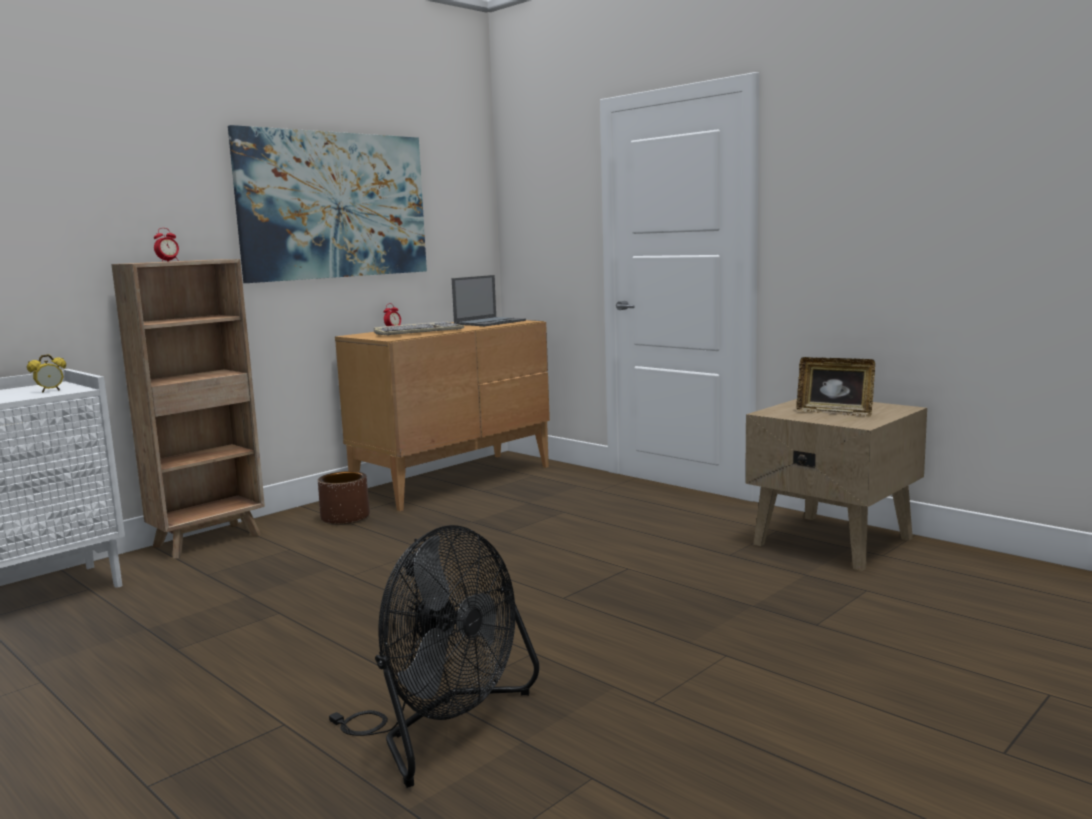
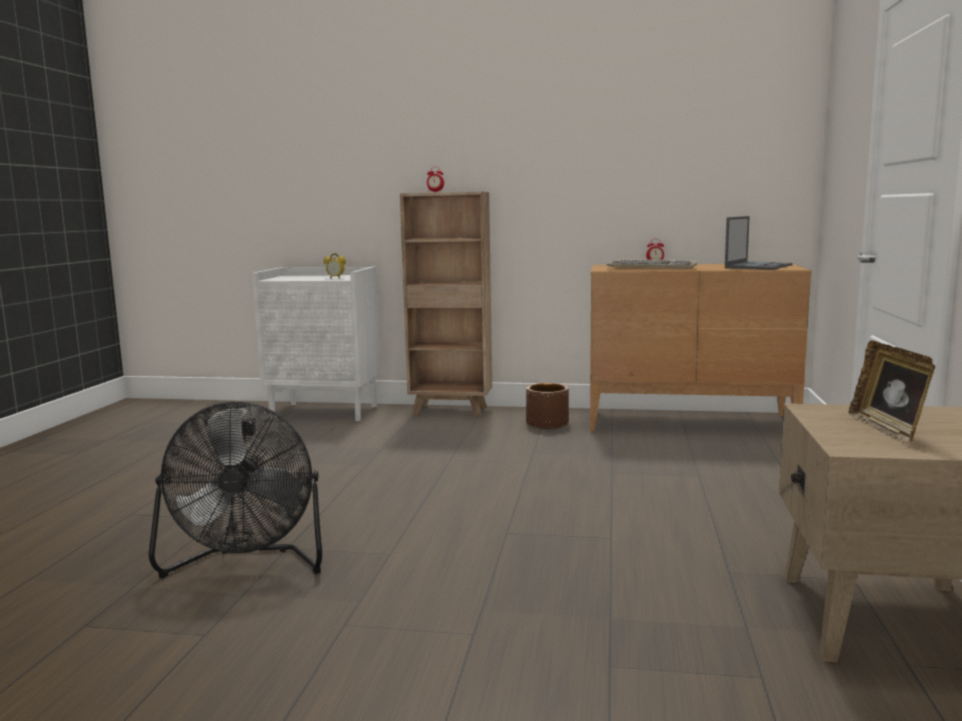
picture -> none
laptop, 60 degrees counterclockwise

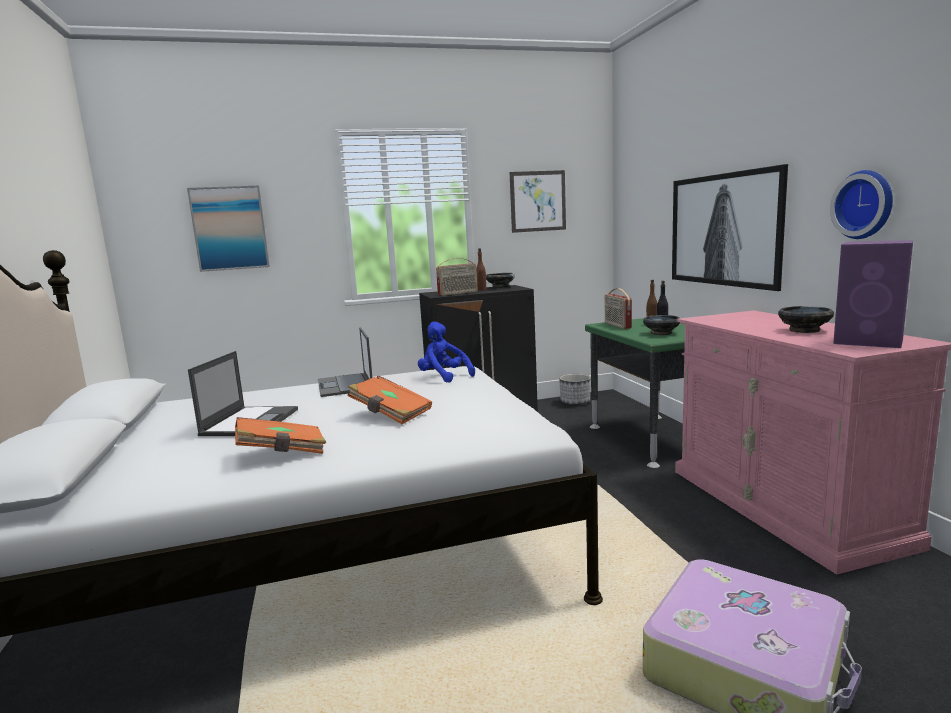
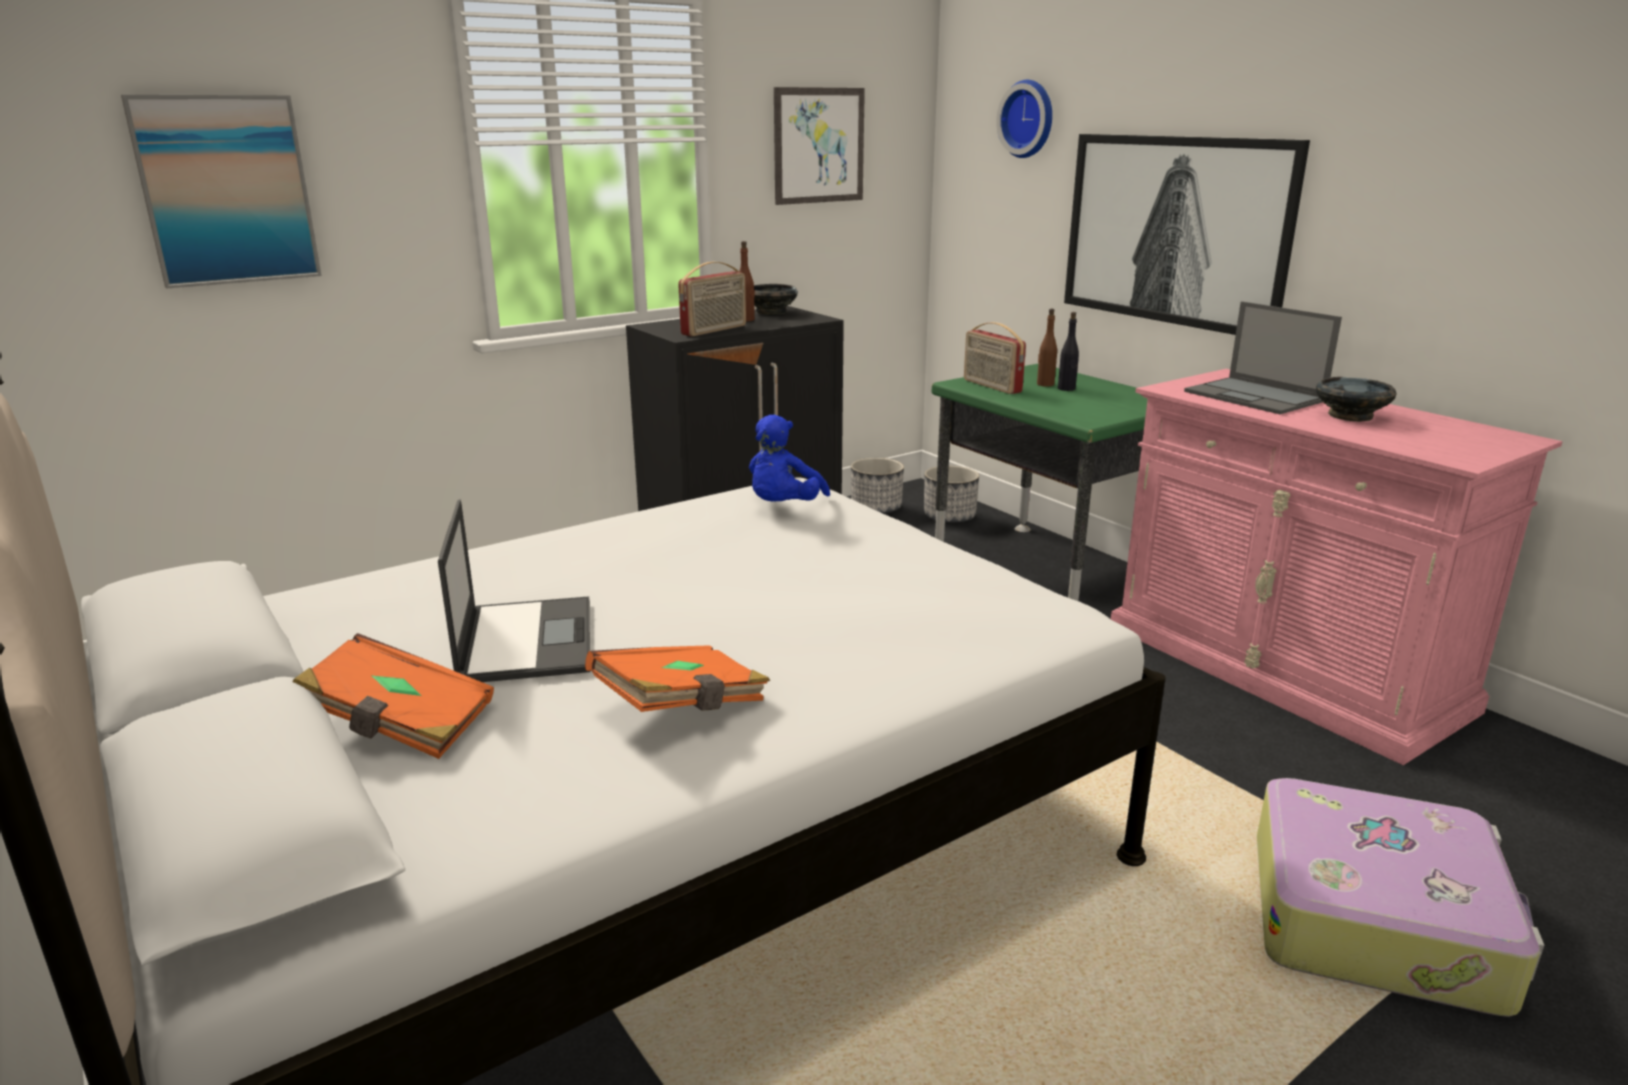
black bowl (2nd from left) -> none
purple speaker -> none
none -> planter (2nd from left)
laptop (2nd from left), moved
orange book (2nd from left in the first image) -> orange book (1st from left), moved
wall clock, moved
blue plush toy, 90 degrees counterclockwise

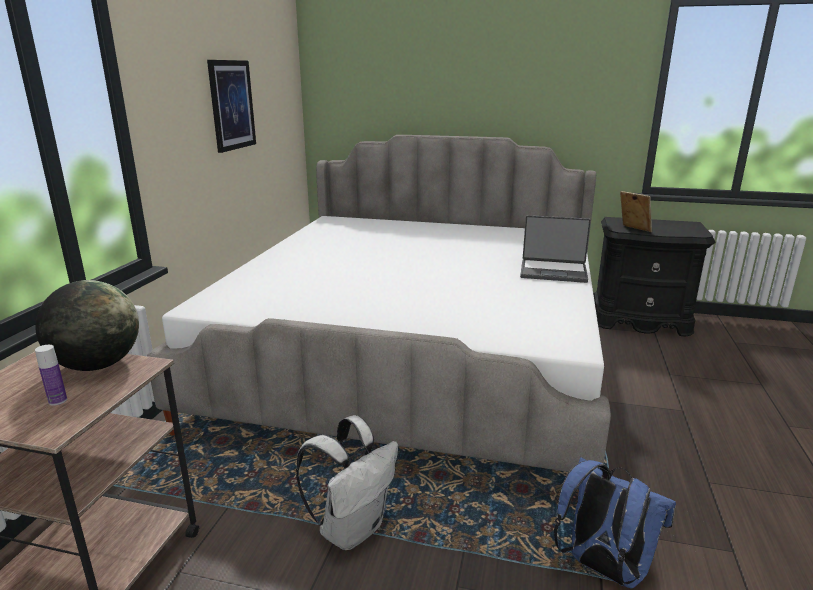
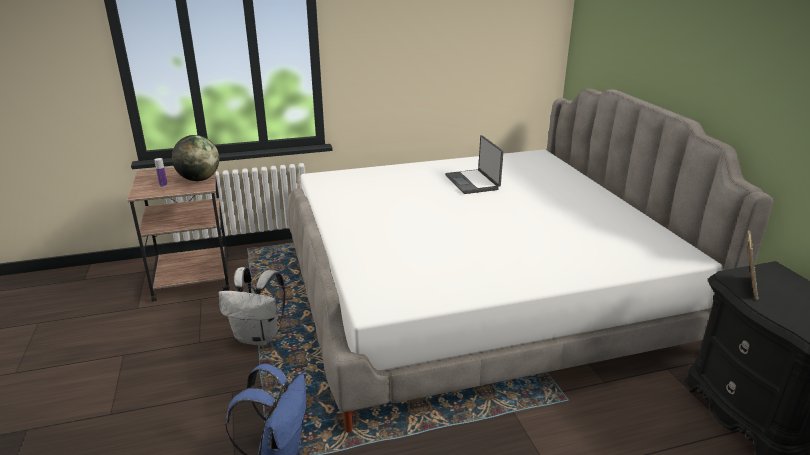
picture -> none
laptop, moved

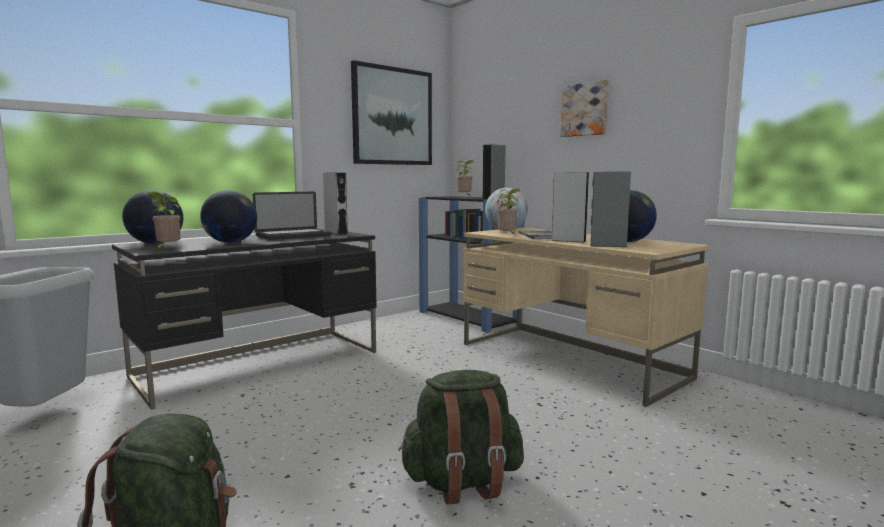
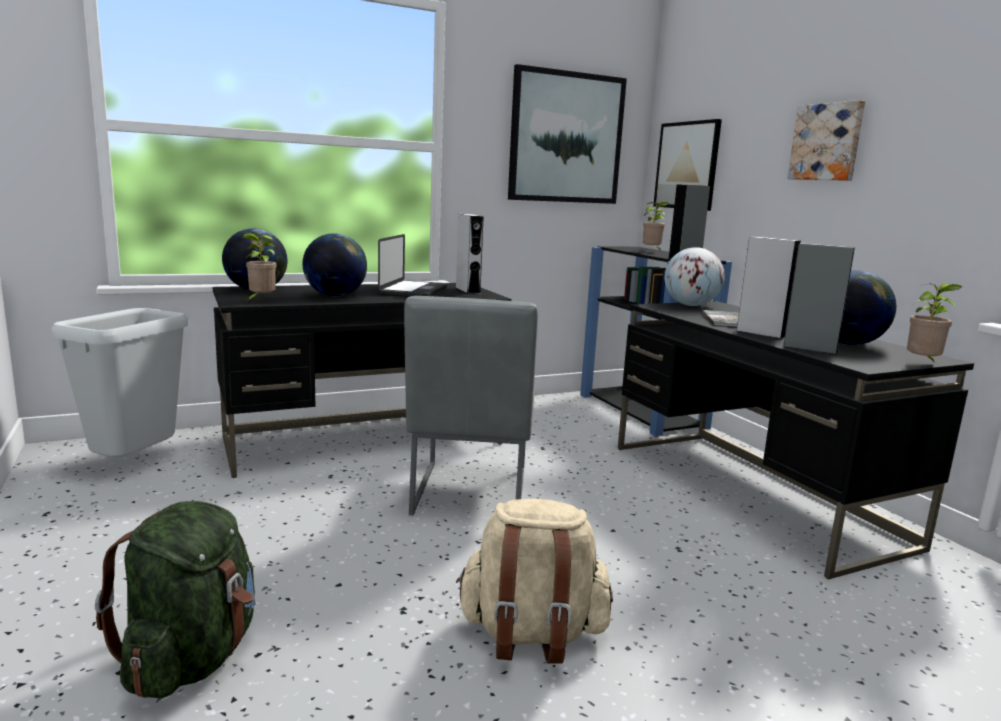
none -> grey chair
none -> picture (2nd from left)
potted plant (3rd from left), moved
green backpack (2nd from left) -> beige backpack
beige desk -> black desk (2nd from left)
laptop, 60 degrees counterclockwise

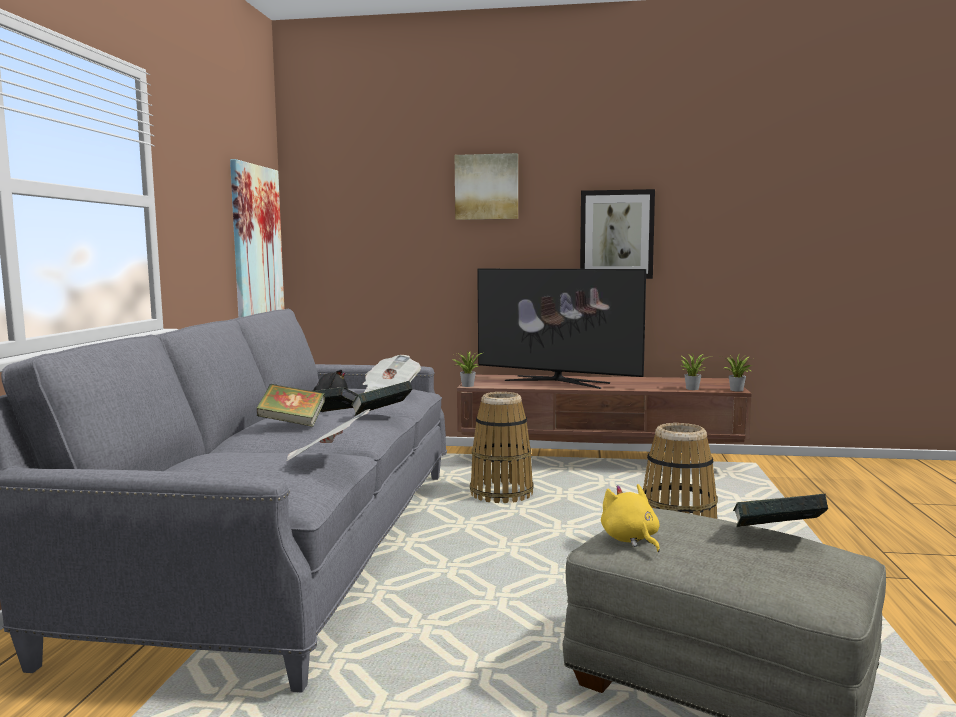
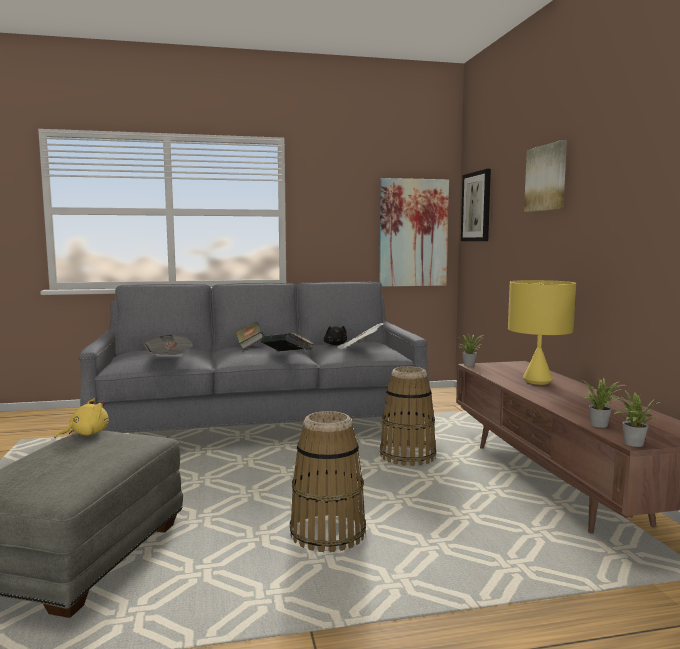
book (4th from left) -> none
picture (3rd from left in the first image) -> picture (2nd from left), moved
television -> yellow table lamp

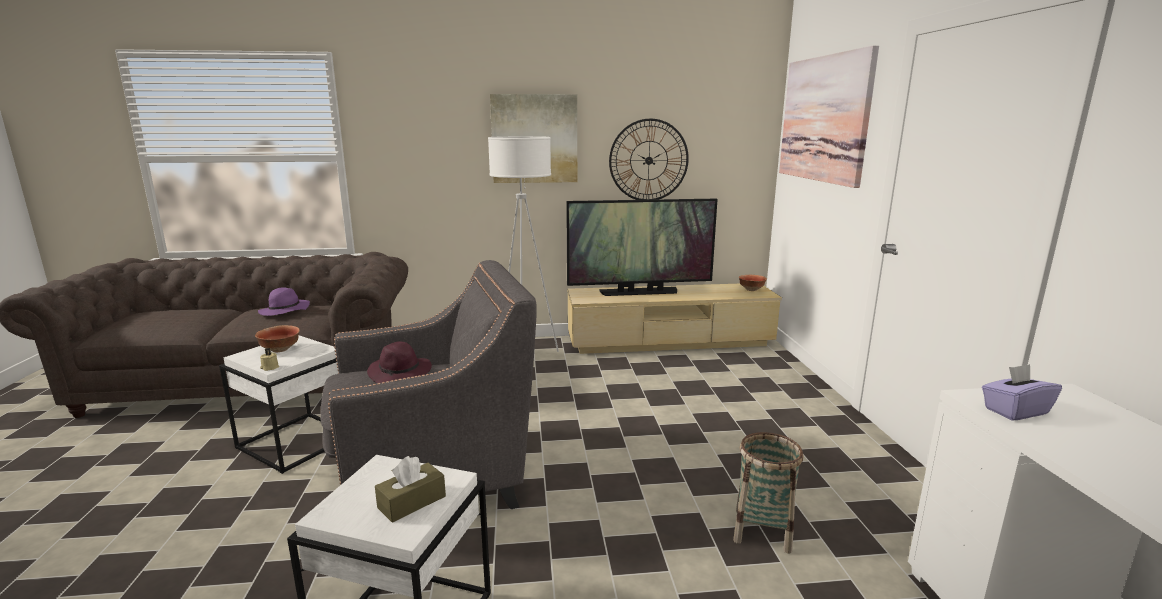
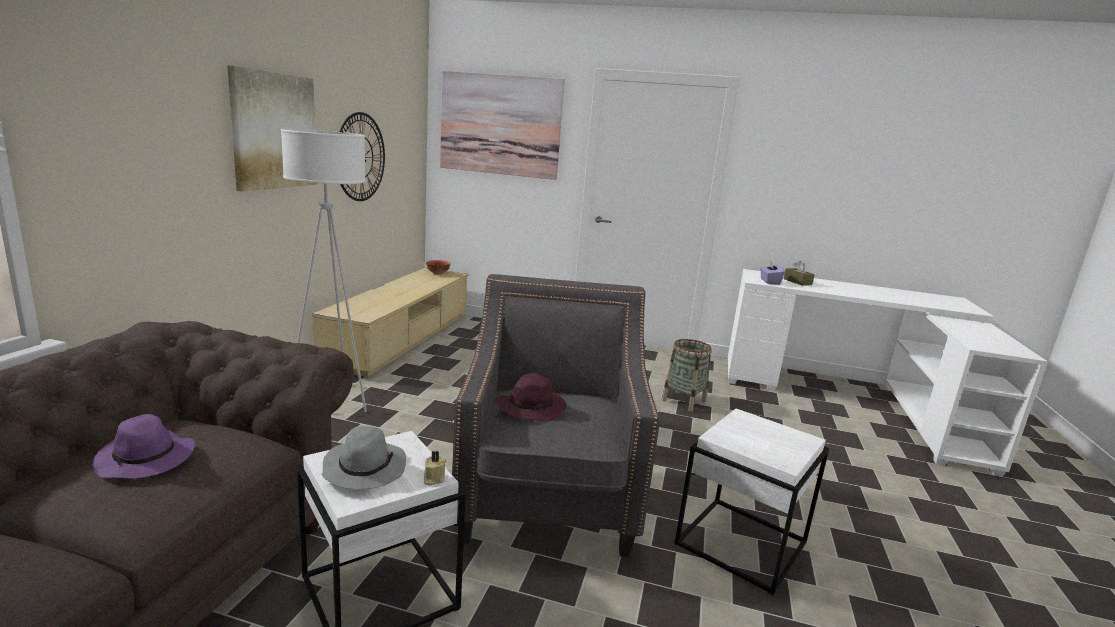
television -> none
brown tissue box, moved
bowl (1st from left) -> grey hat

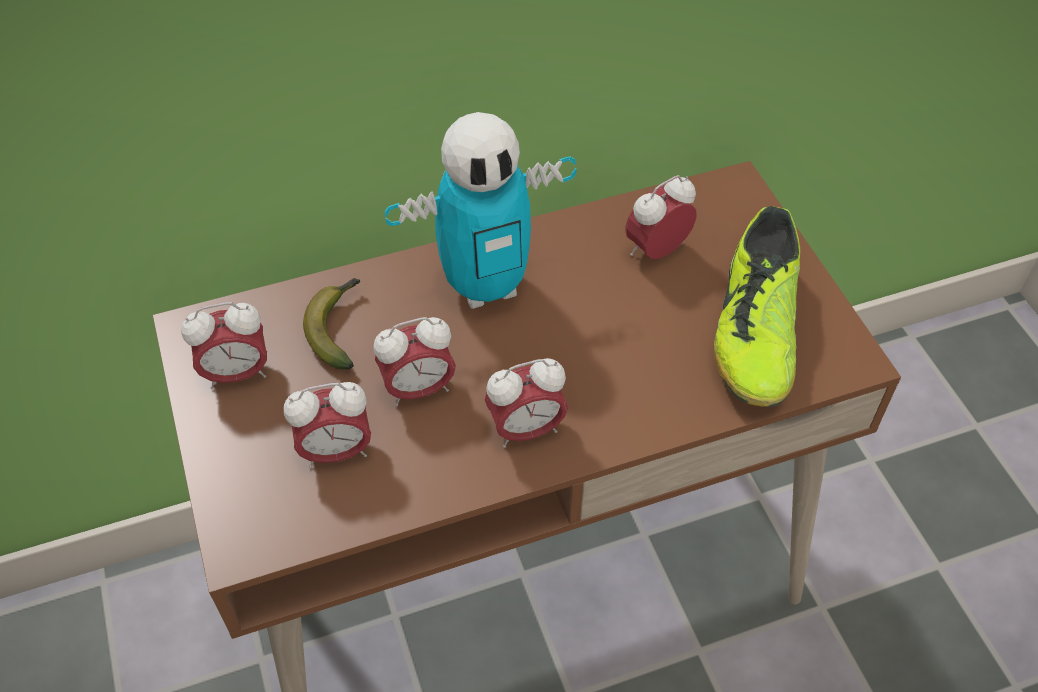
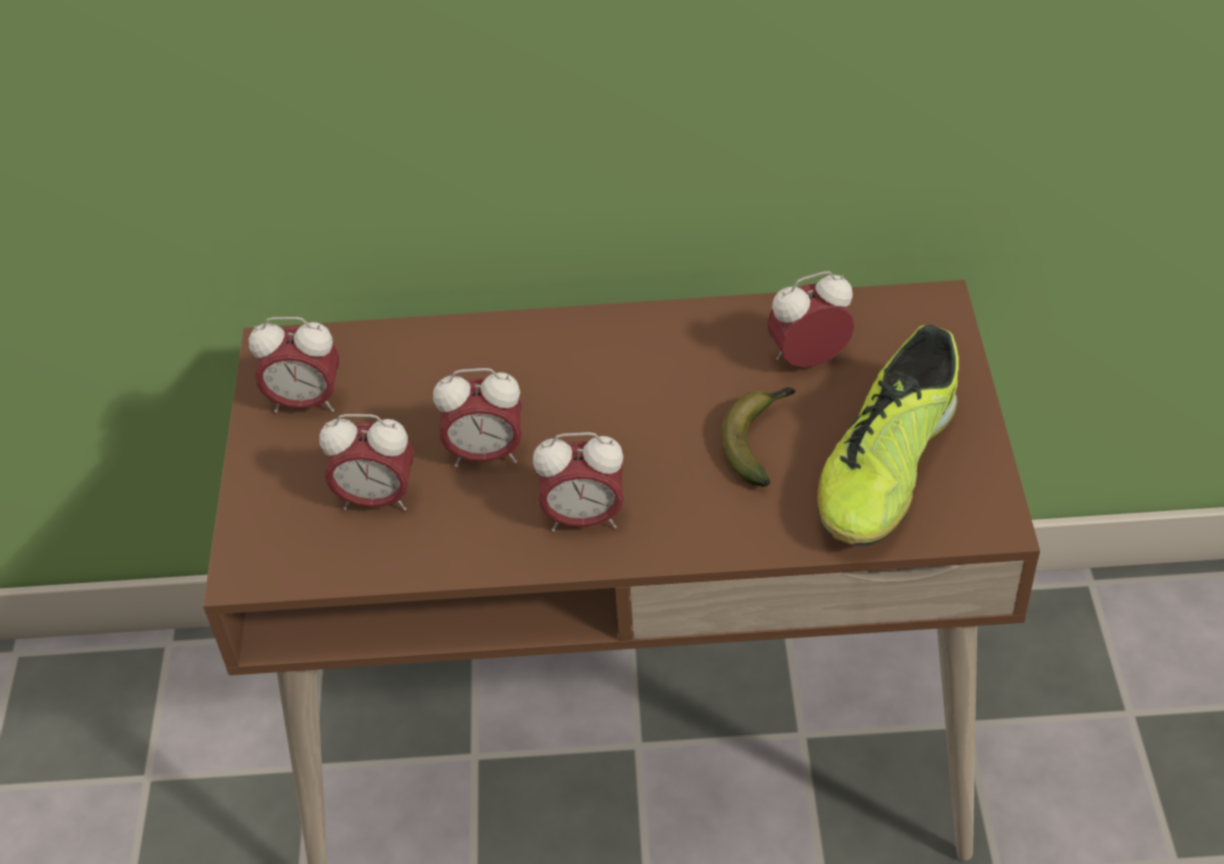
toy robot -> none
banana, moved

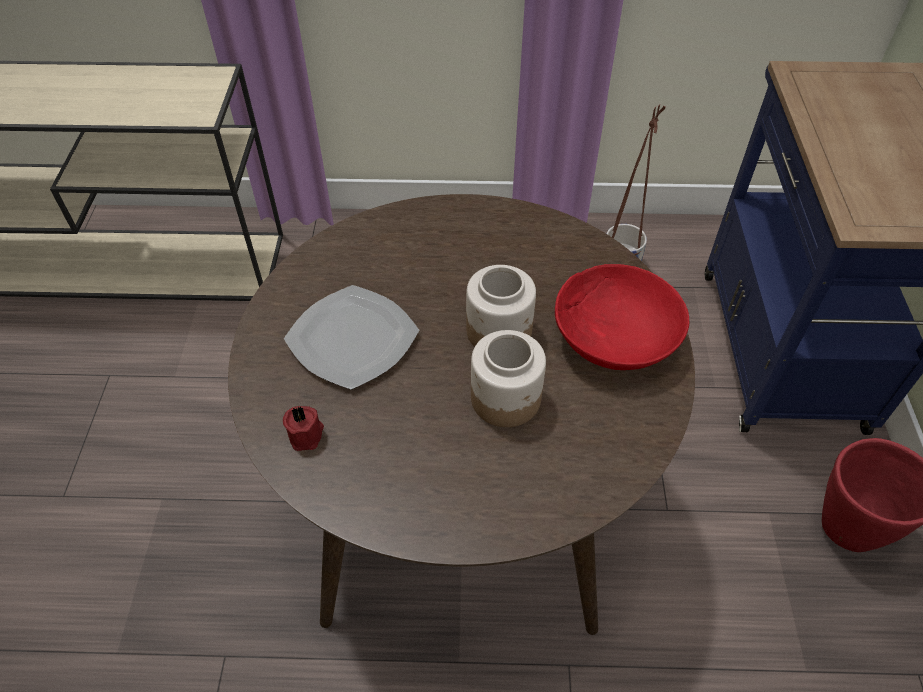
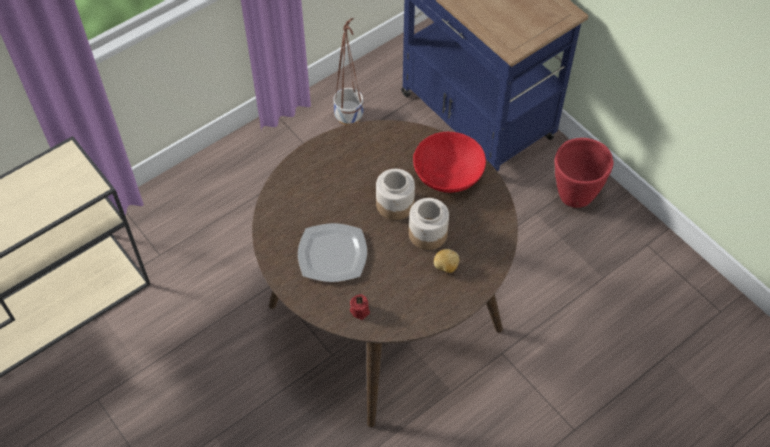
none -> potato

